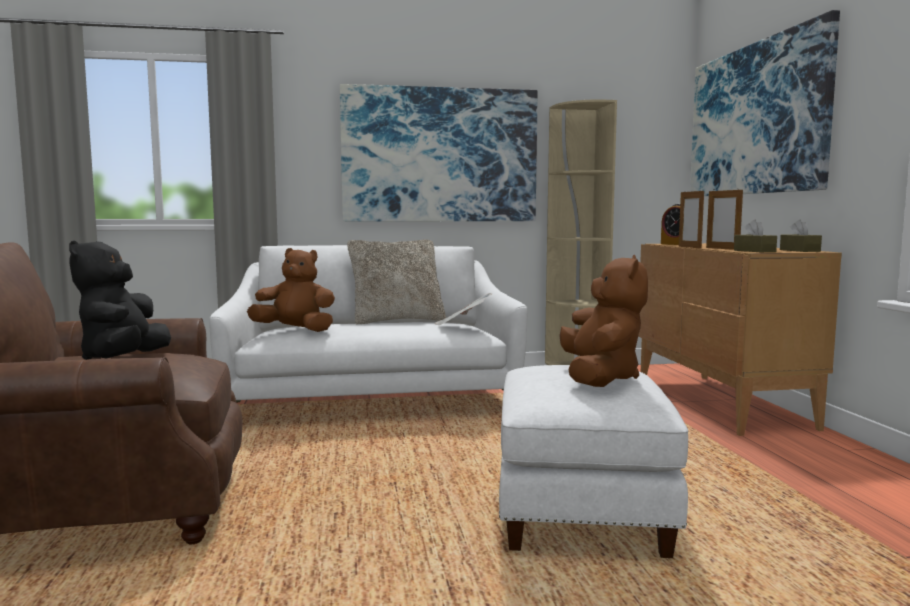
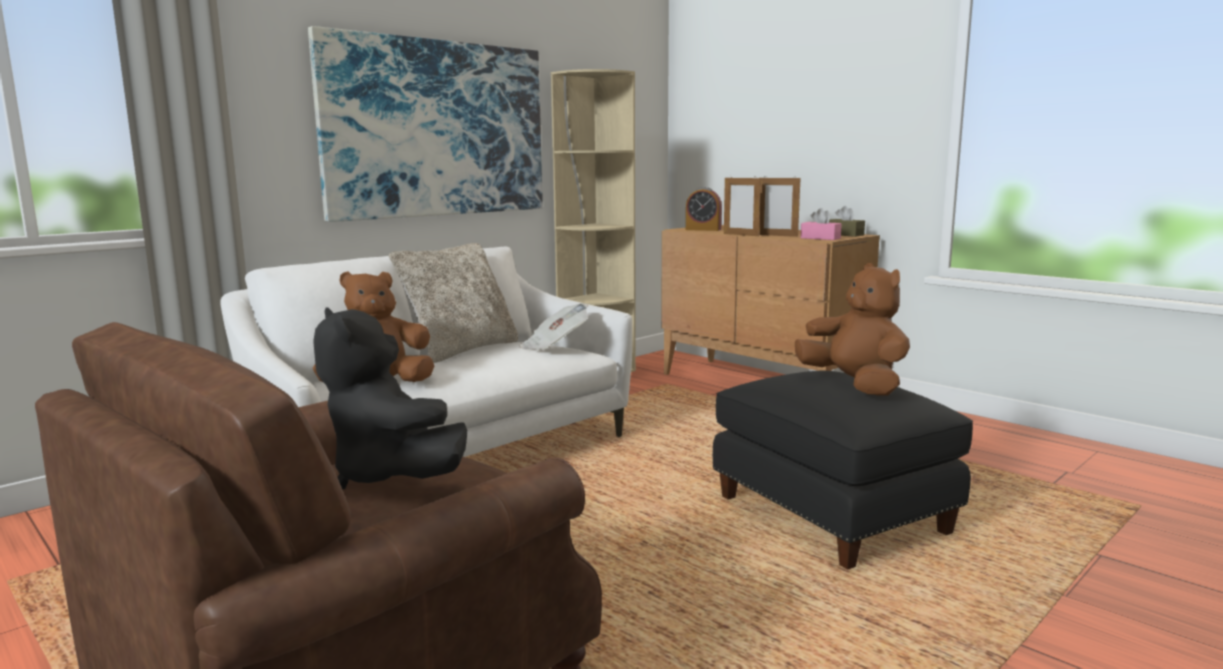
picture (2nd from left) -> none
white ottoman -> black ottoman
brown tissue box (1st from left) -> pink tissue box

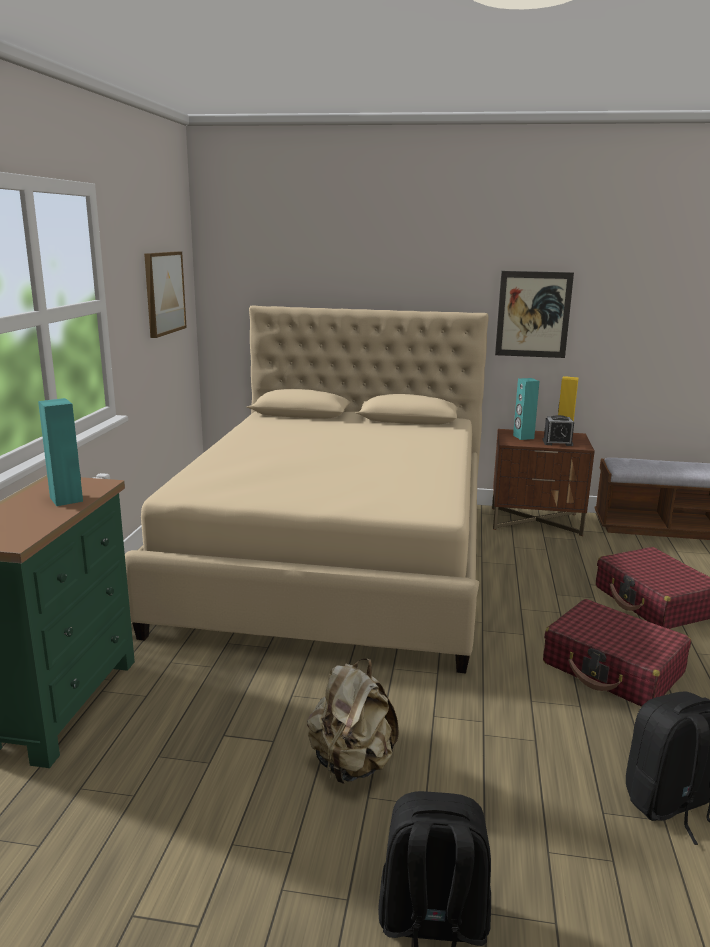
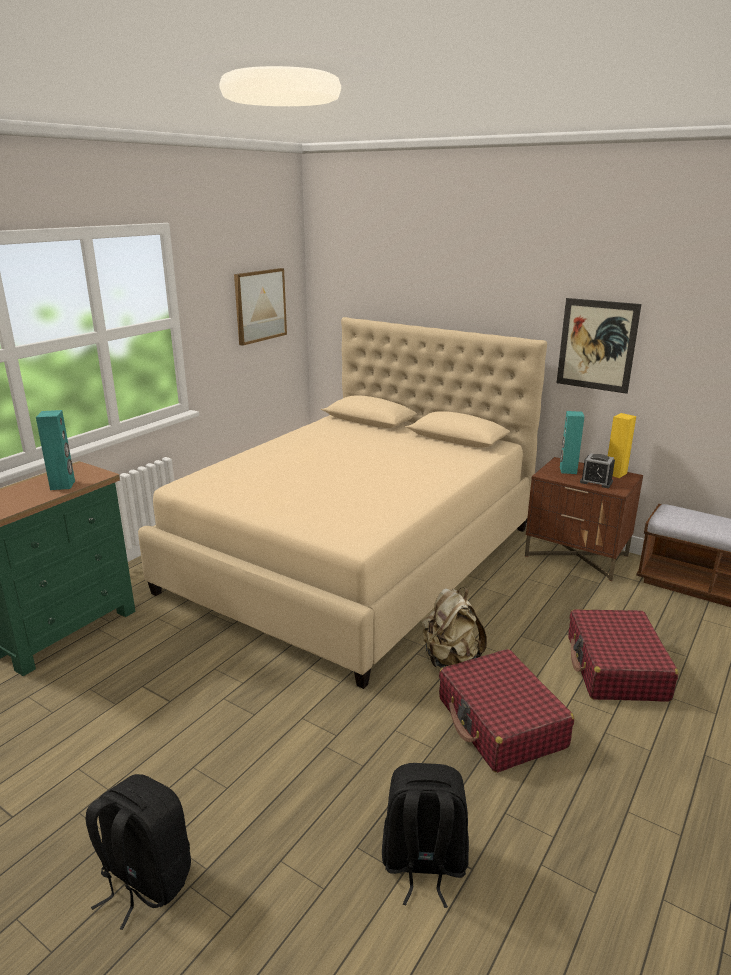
beige backpack, moved

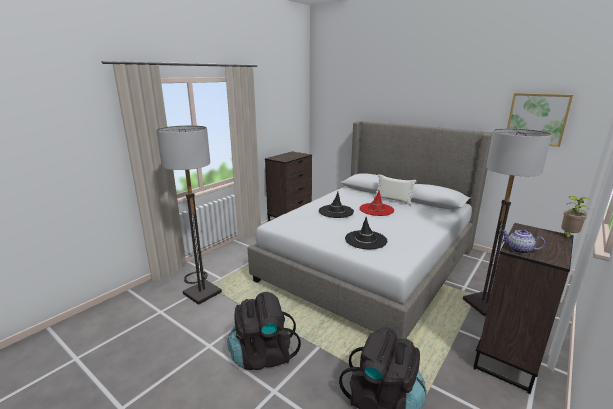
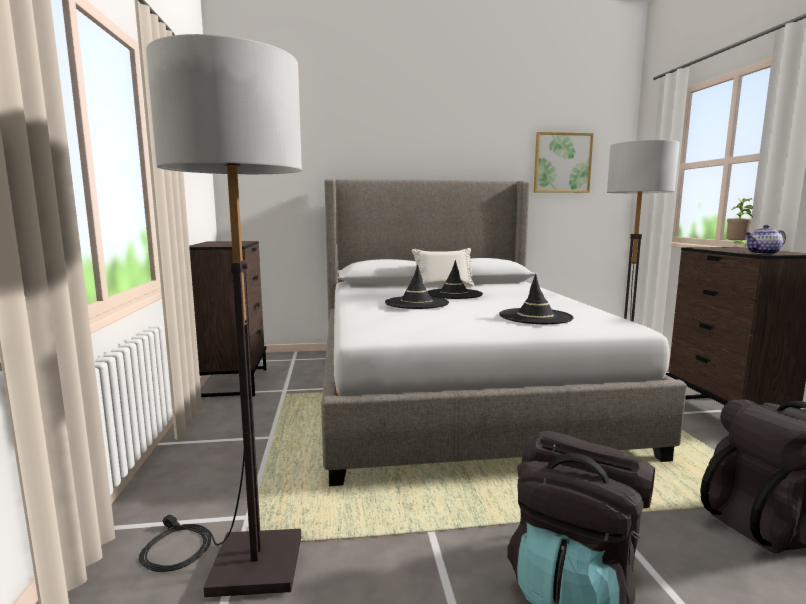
red hat -> black hat (2nd from left)

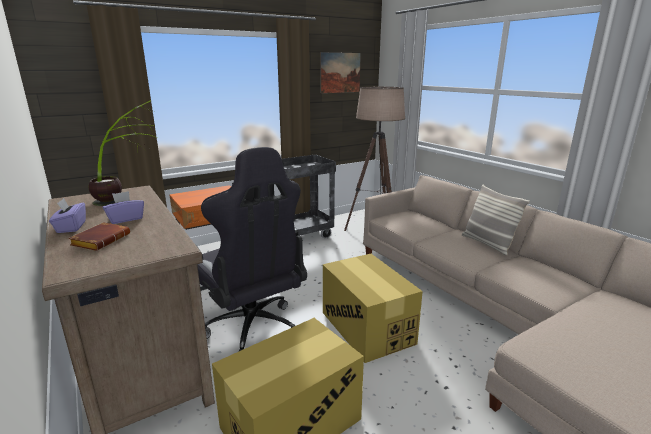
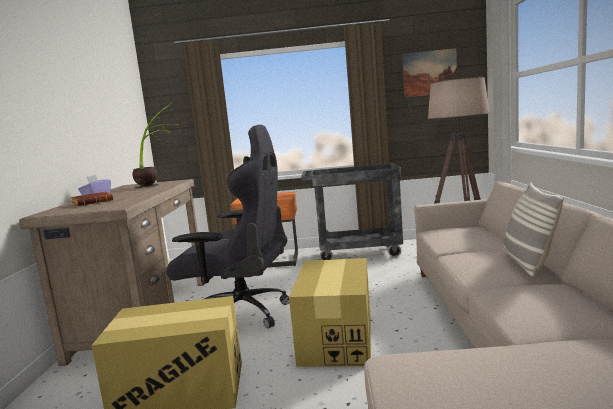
purple tissue box (2nd from left) -> none
black office chair, 75 degrees counterclockwise

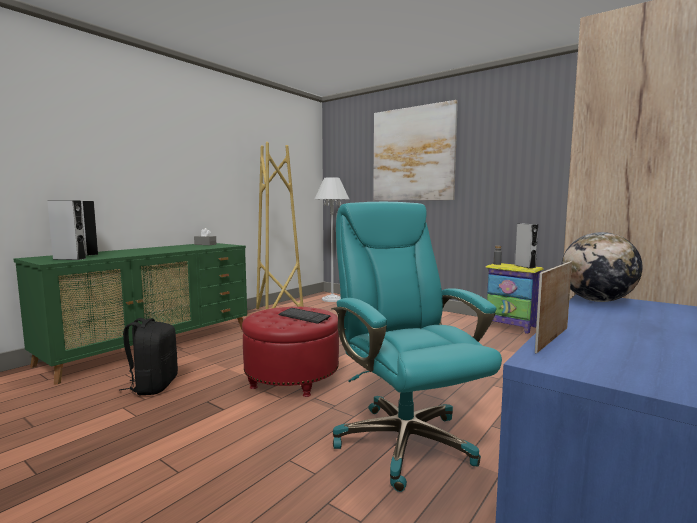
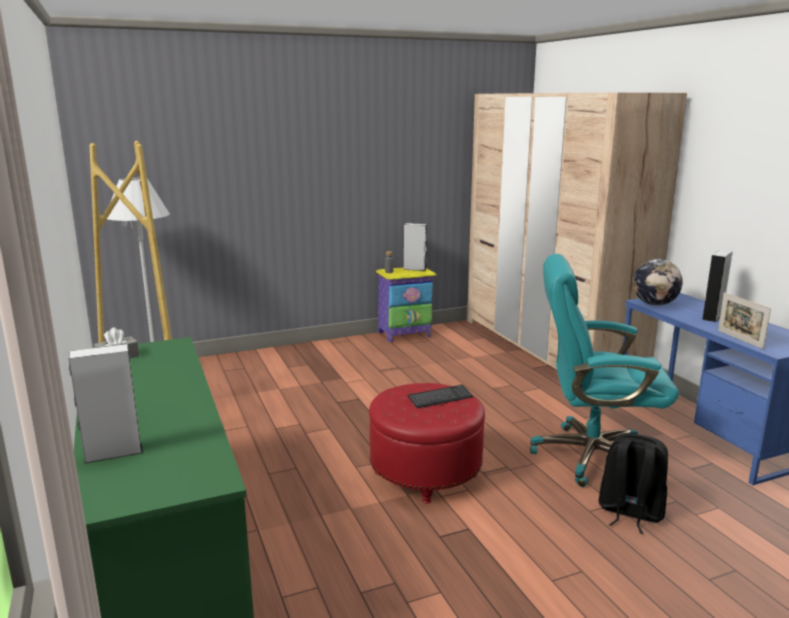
picture -> none
grey speaker (1st from left in the first image) -> grey speaker (3rd from left), moved
black backpack, moved

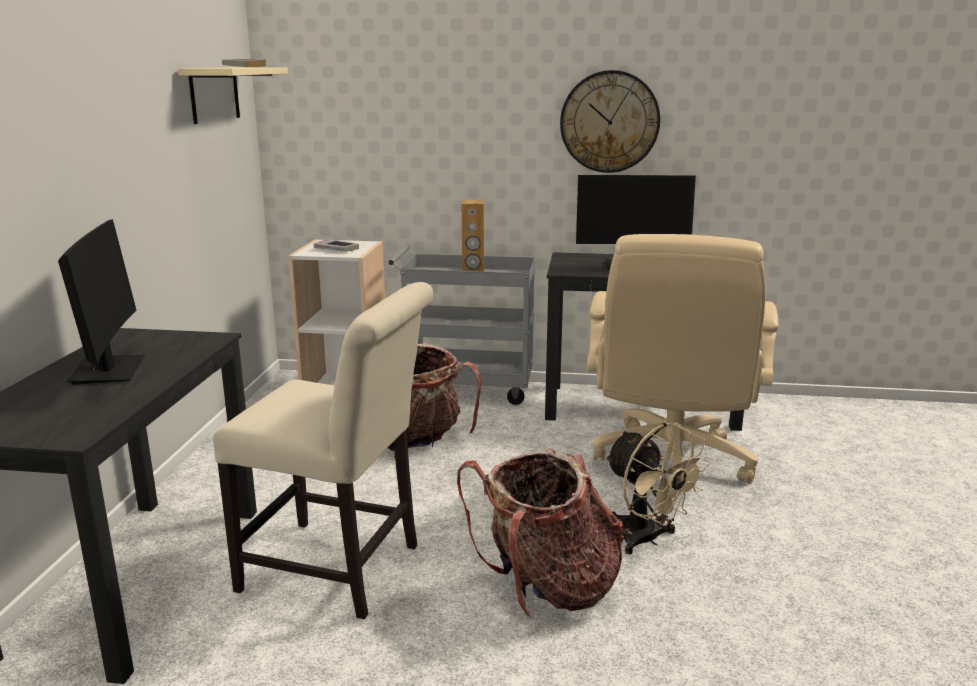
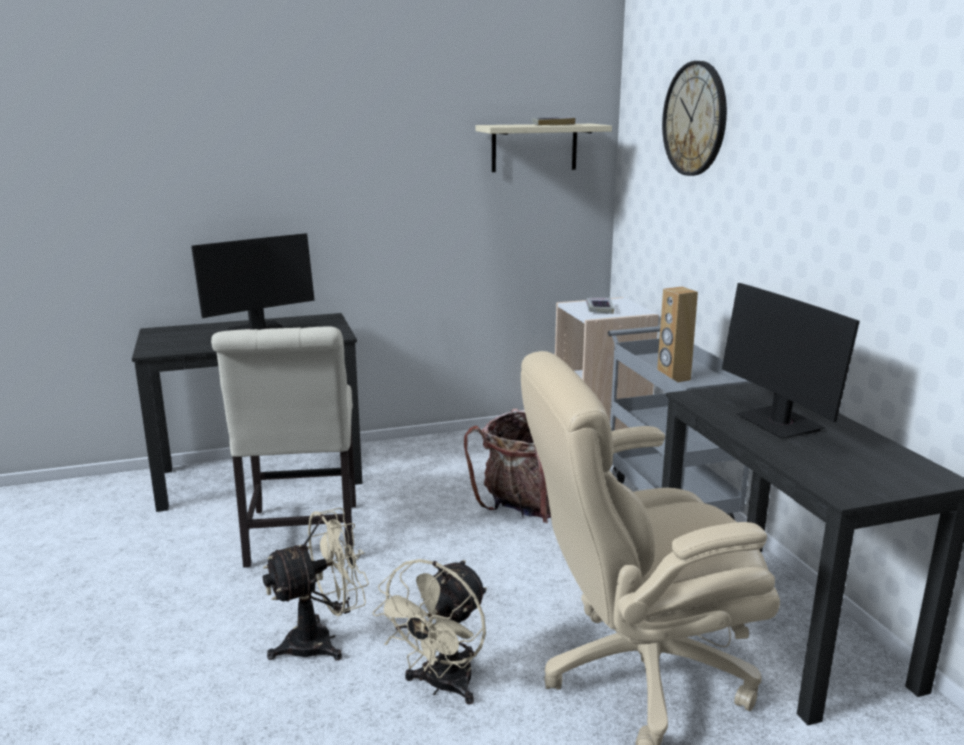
wall clock, moved
backpack (2nd from left) -> beige fan (1st from left)

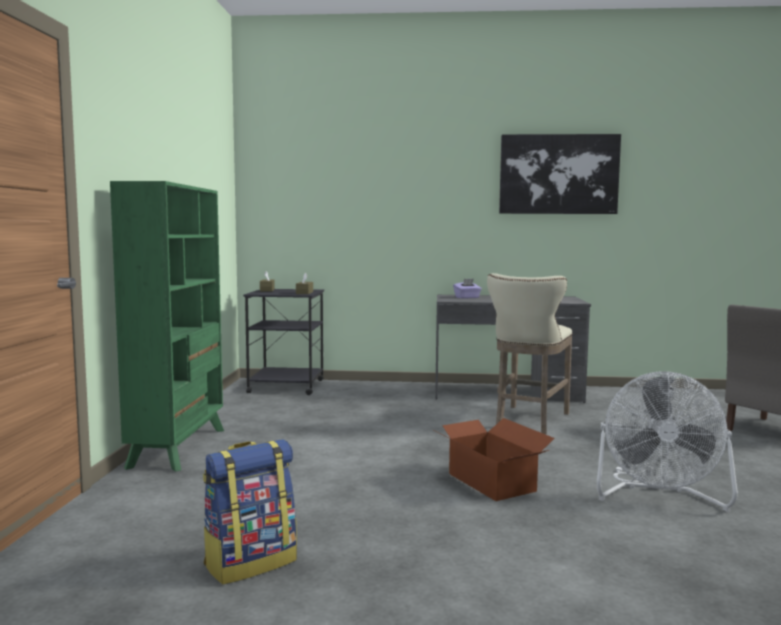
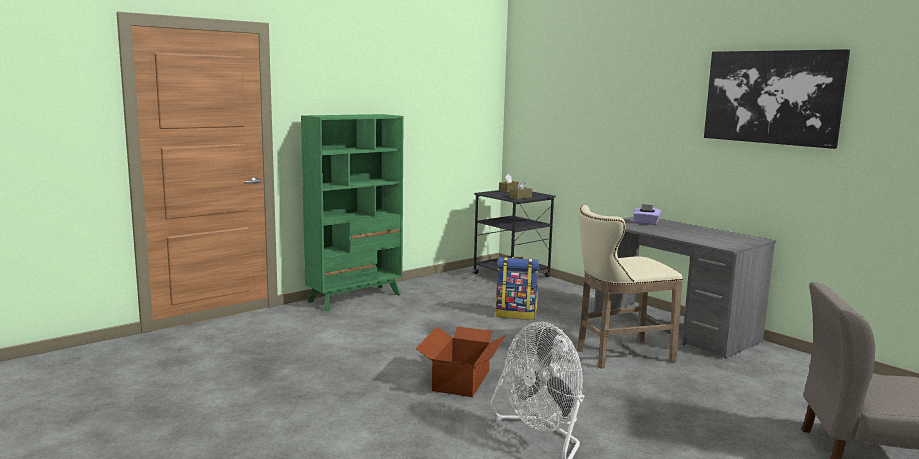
backpack, moved

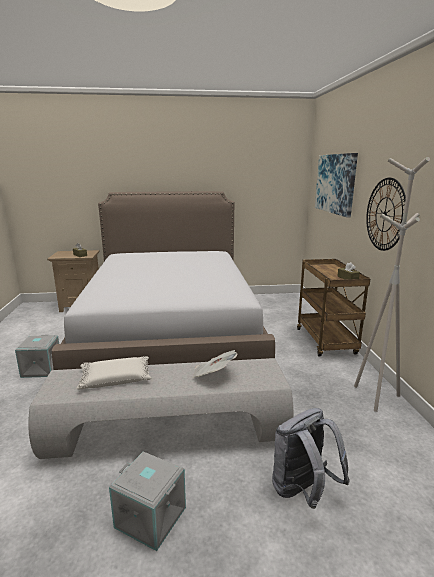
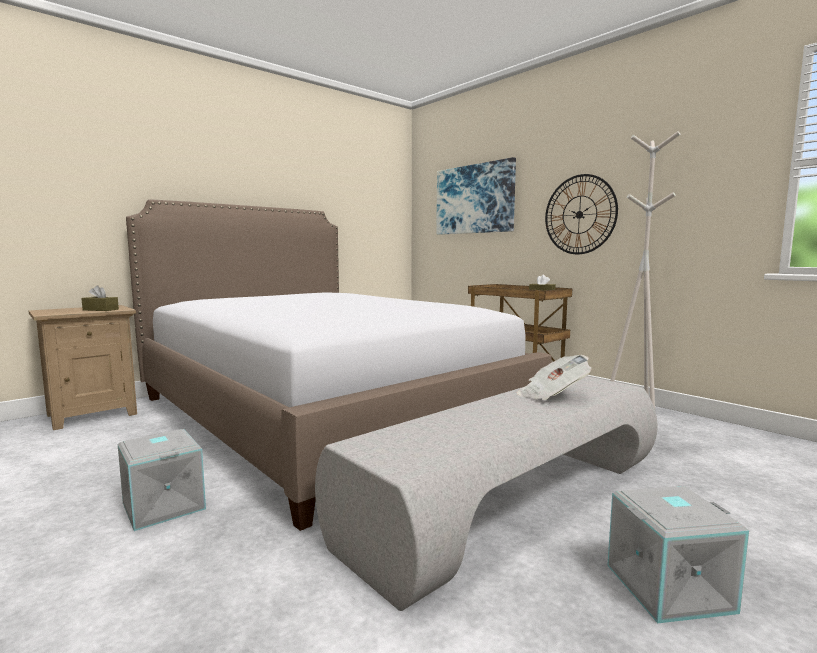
white pillow -> none
grey backpack -> none

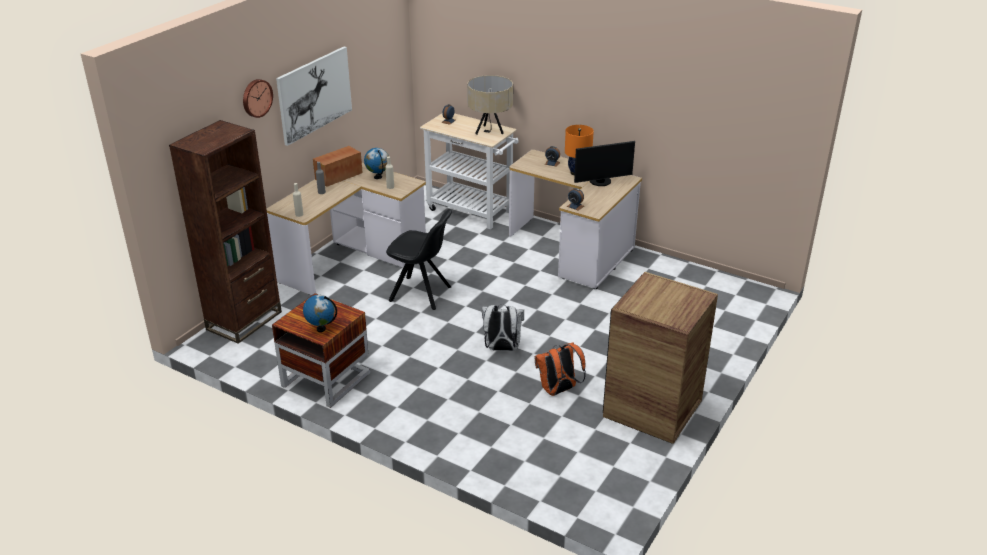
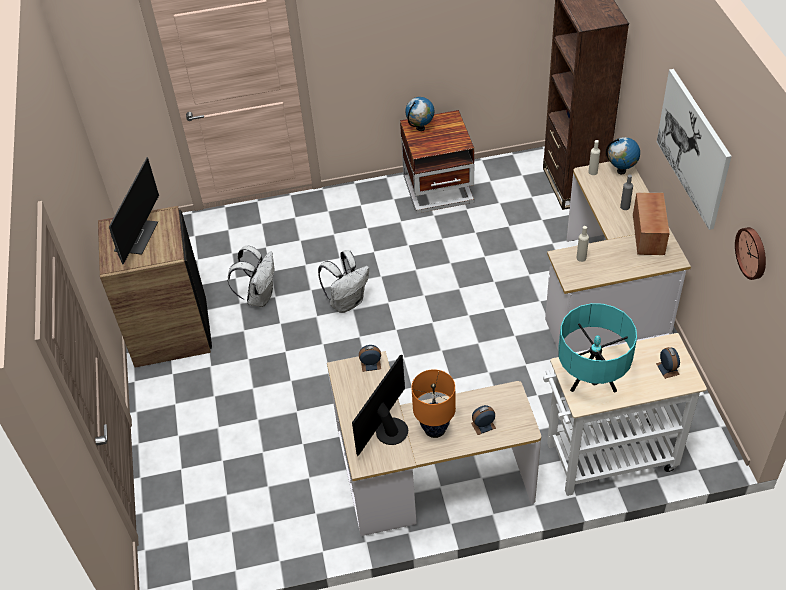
black chair -> none
none -> monitor (1st from left)
wall clock, moved
globe (2nd from left), moved
beige table lamp -> turquoise table lamp
orange backpack -> white backpack (1st from left)

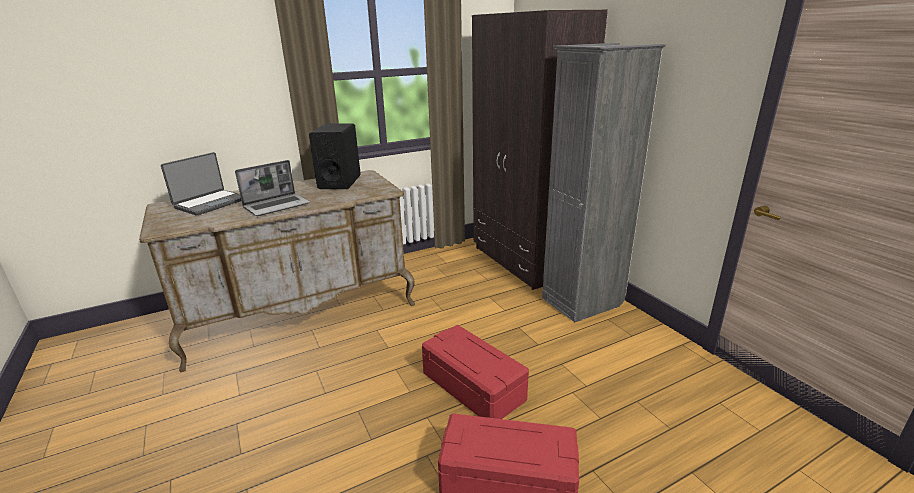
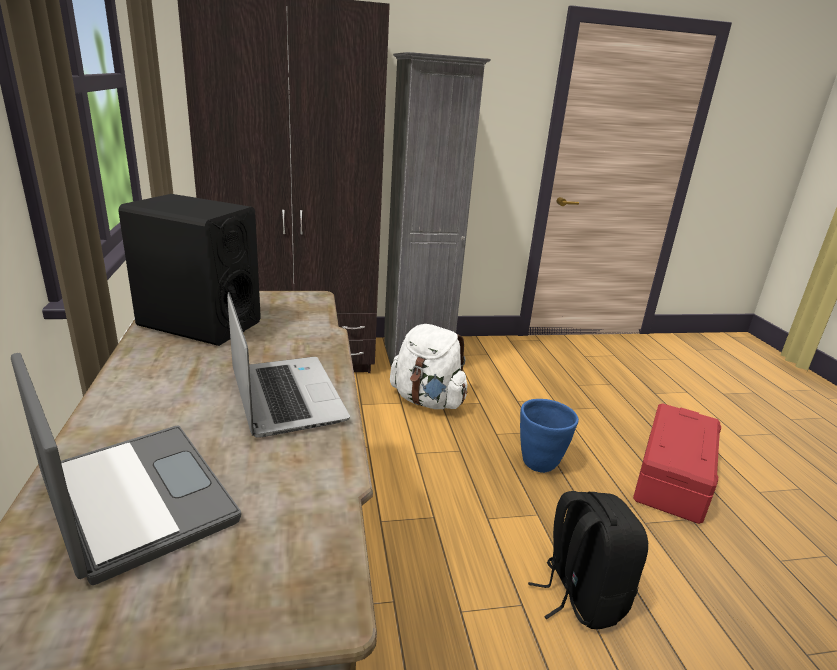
none -> white backpack
none -> black backpack
red storage box (1st from left) -> blue planter

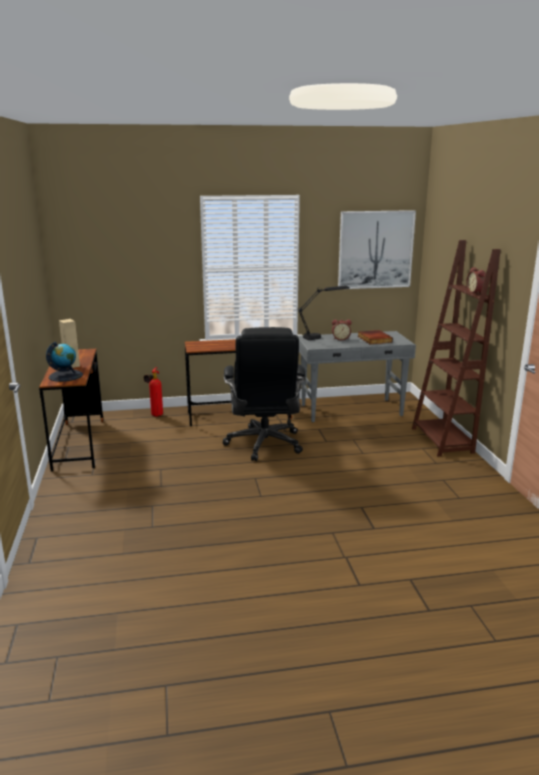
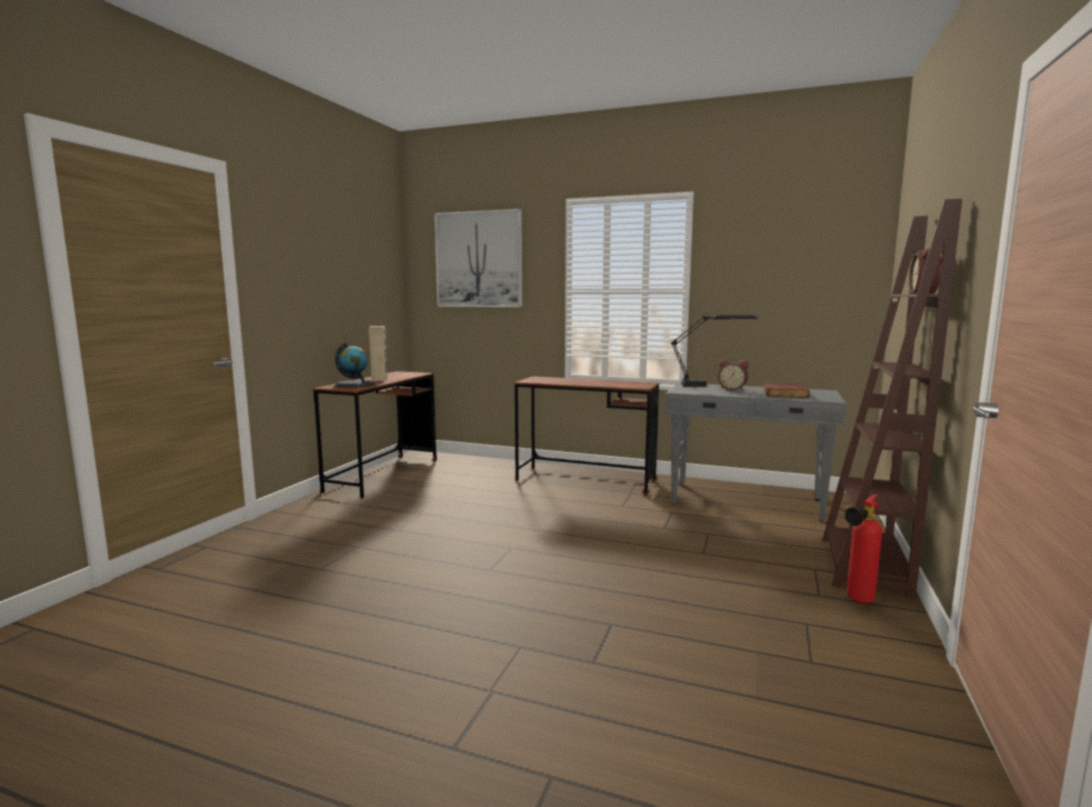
black office chair -> none
fire extinguisher, moved
picture, moved

